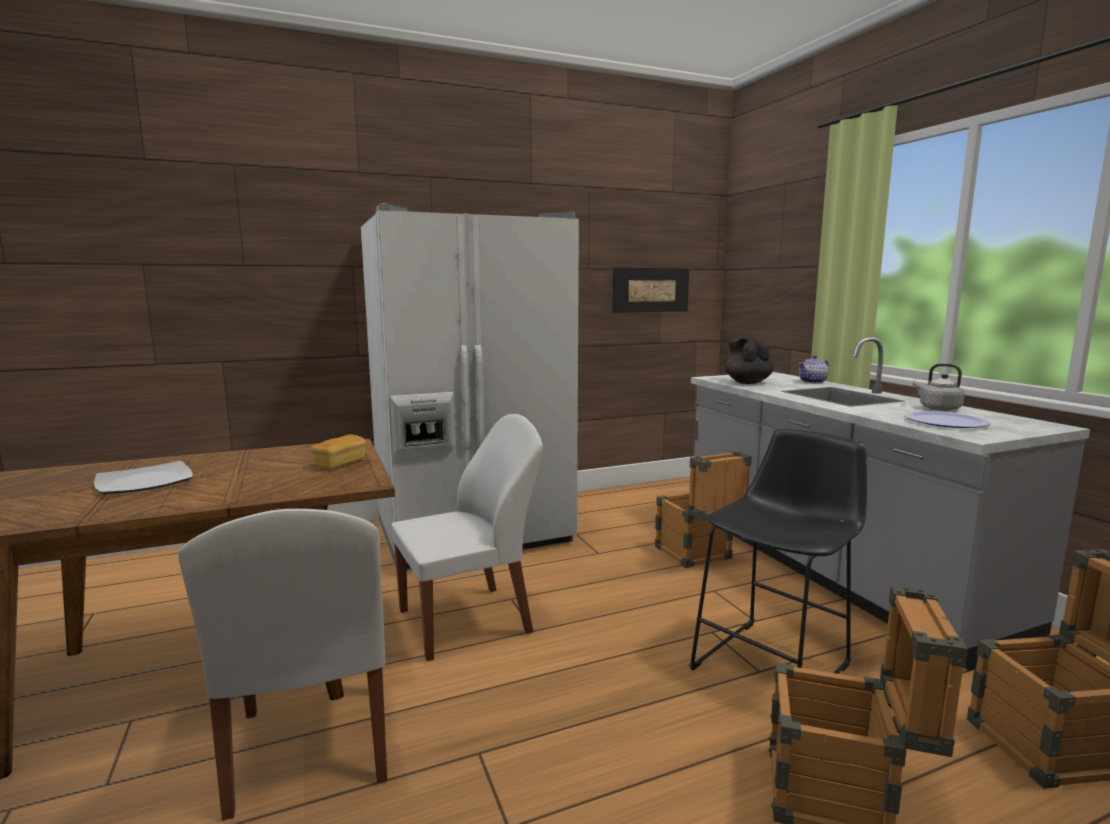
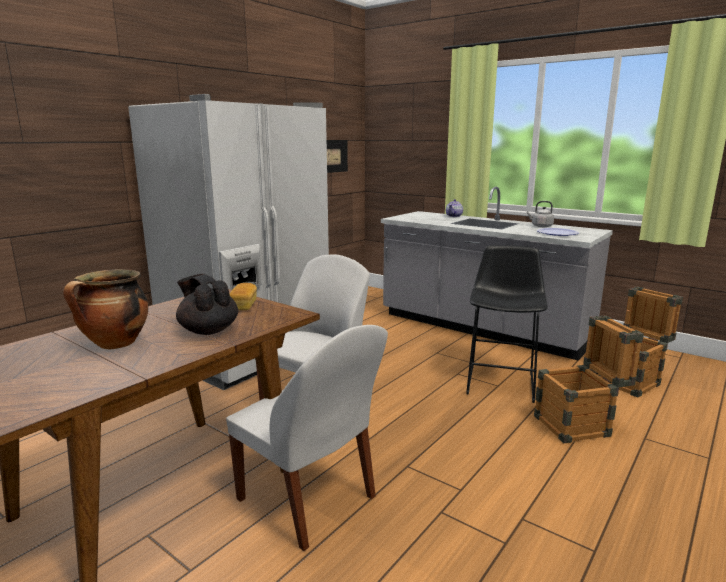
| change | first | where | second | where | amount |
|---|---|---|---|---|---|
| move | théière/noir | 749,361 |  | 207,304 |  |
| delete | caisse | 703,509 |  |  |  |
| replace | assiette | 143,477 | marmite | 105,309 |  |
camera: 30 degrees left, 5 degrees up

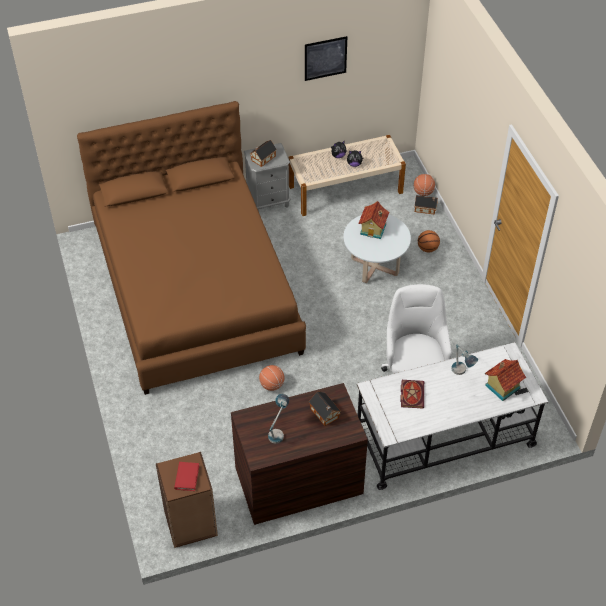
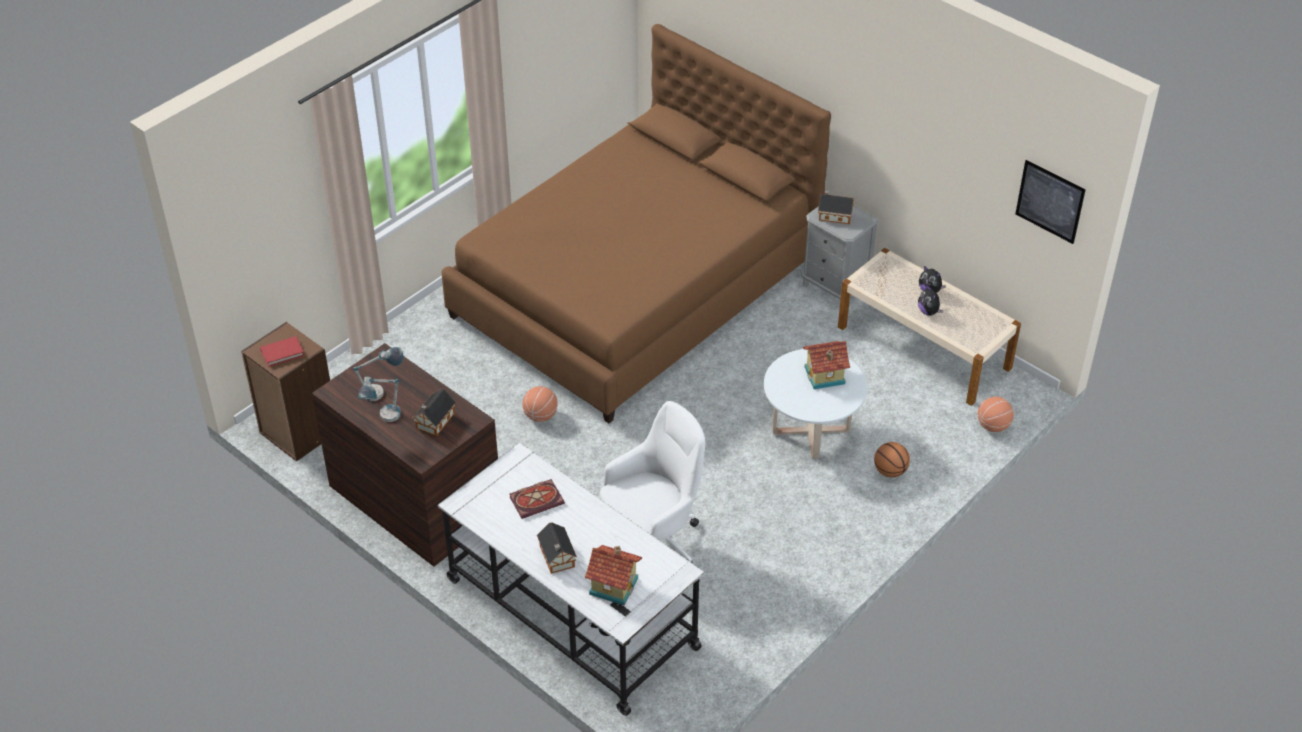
| change | first | where | second | where | amount |
|---|---|---|---|---|---|
| move | tableau | 326,58 |  | 1050,202 |  |
| move | maison miniature | 426,205 |  | 557,548 |  |
| move | lampe de table | 464,360 |  | 379,399 |  |
camera: 60 degrees right, 5 degrees down

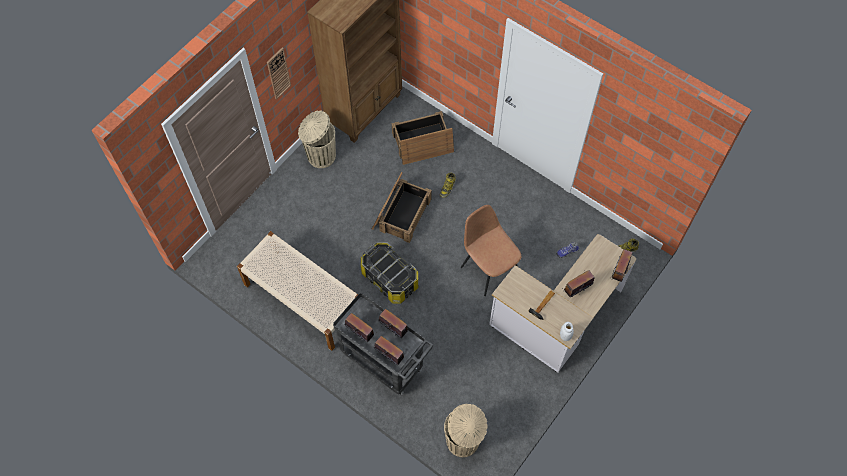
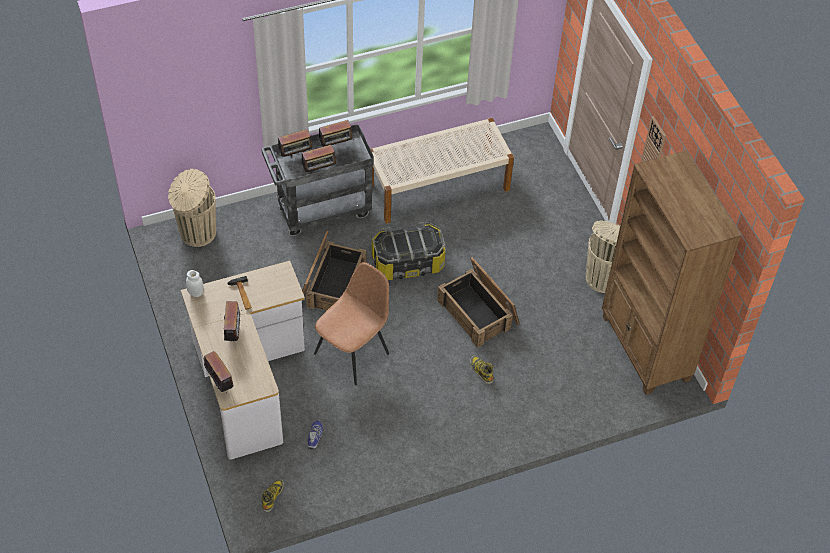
| change | first | where | second | where | amount |
|---|---|---|---|---|---|
| move | caisse | 423,138 |  | 334,271 |  |
| rotate | chaise/marron | 491,250 |  | 351,323 | 45 degrees counterclockwise |
camera: 120 degrees right, 10 degrees down

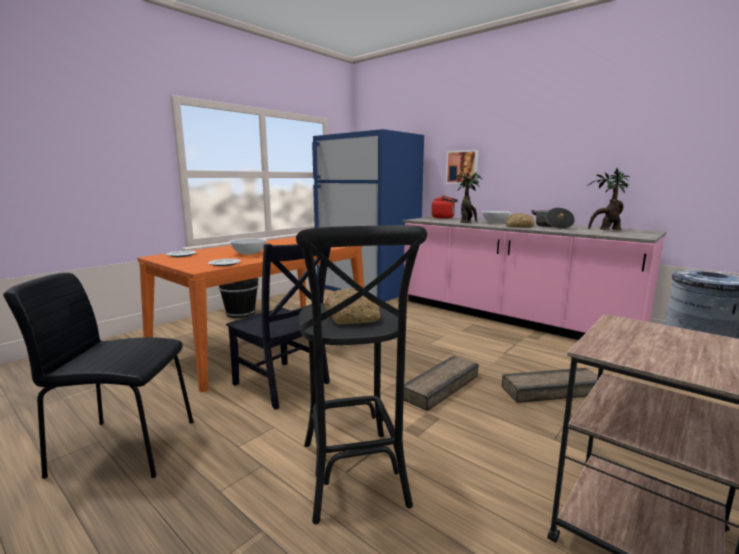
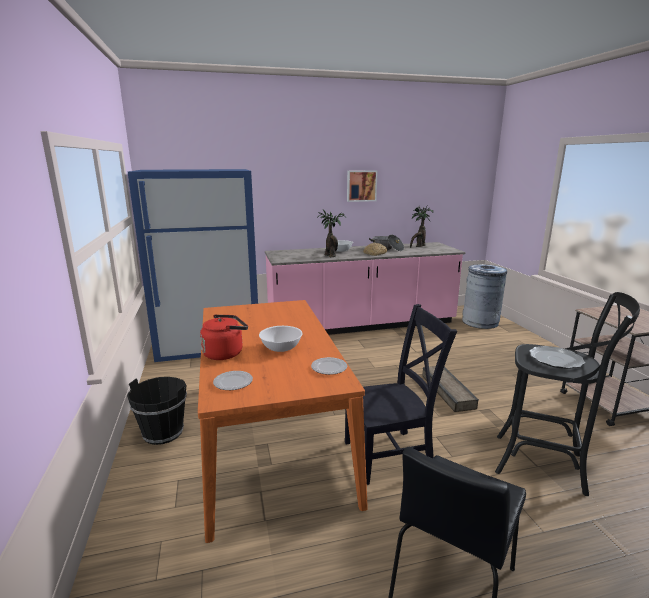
| change | first | where | second | where | amount |
|---|---|---|---|---|---|
| move | tableau | 462,167 |  | 362,186 |  |
| move | bouilloire/rouge | 445,207 |  | 224,337 |  |
| replace | pain | 352,306 | assiette | 557,357 |  |
| delete | caisse | 550,385 |  |  |  |
camera: 55 degrees left, 5 degrees up

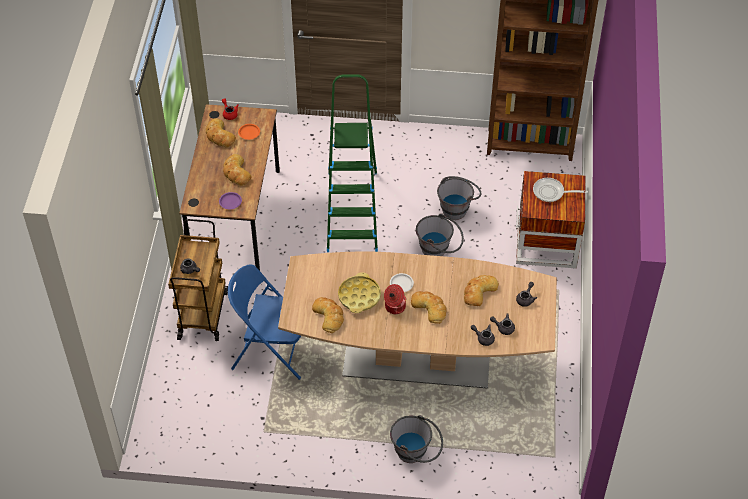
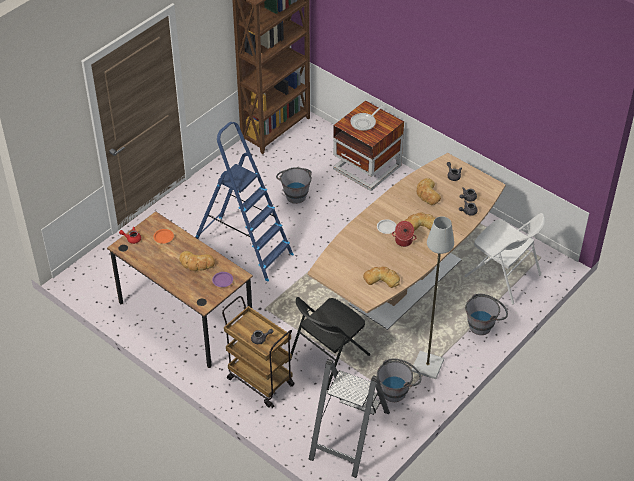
| change | first | where | second | where | amount |
|---|---|---|---|---|---|
| recolor | escabeau/vert | 352,163 | escabeau/bleu | 244,201 |  |
| delete | pain | 221,133 |  |  |  |
| move | seau/gris | 440,235 |  | 399,380 |  |
| recolor | chaise/bleu | 264,322 | chaise/noir | 330,343 |  |
| delete | plateau/jaune | 359,292 |  |  |  |
| insert |  |  | chaise/blanc | 504,259 |  |
| insert |  |  | lampadaire/gris | 433,297 |  |
| insert |  |  | escabeau/gris | 349,418 |  |
camera: 55 degrees left, 5 degrees down

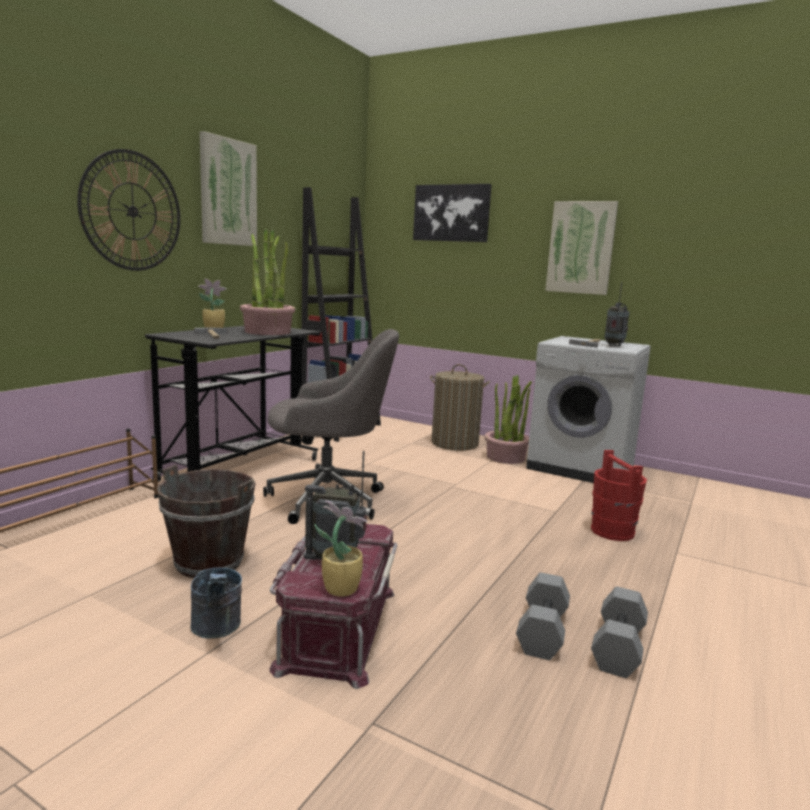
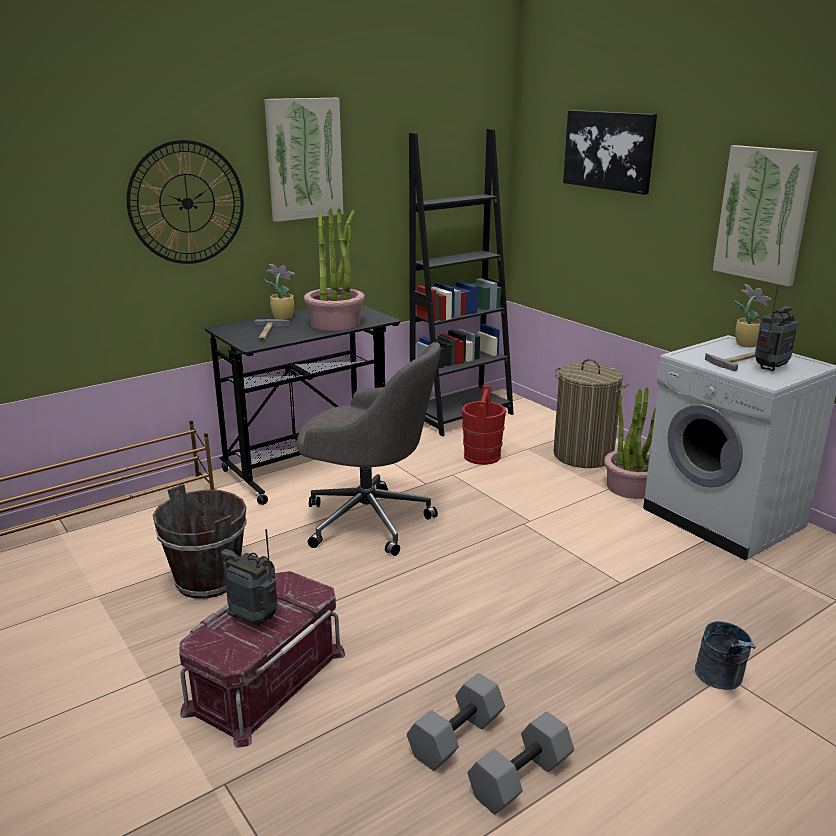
| change | first | where | second | where | amount |
|---|---|---|---|---|---|
| move | seau/rouge | 619,495 |  | 484,425 |  |
| move | plante en pot | 341,548 |  | 753,315 |  |
| move | seau/gris | 216,603 |  | 725,655 |  |
camera: 25 degrees right, 10 degrees up

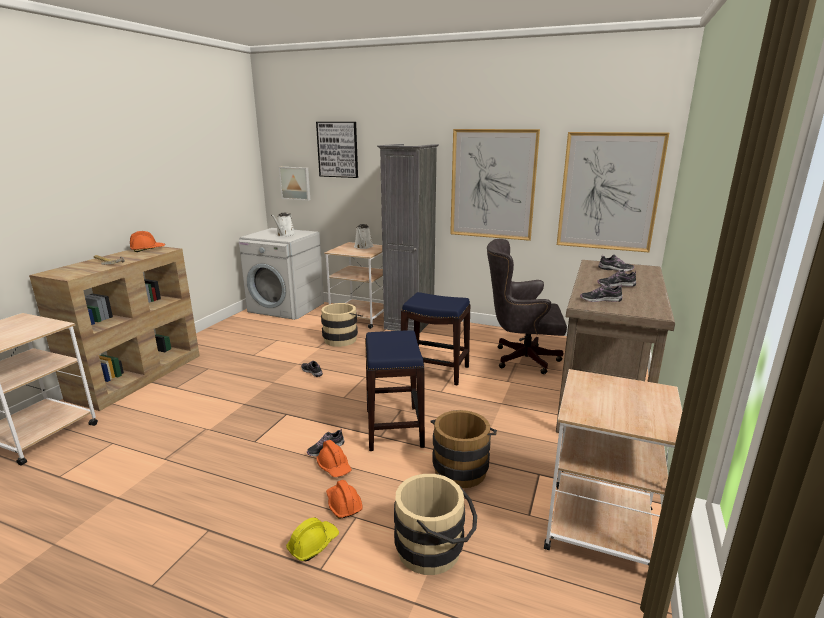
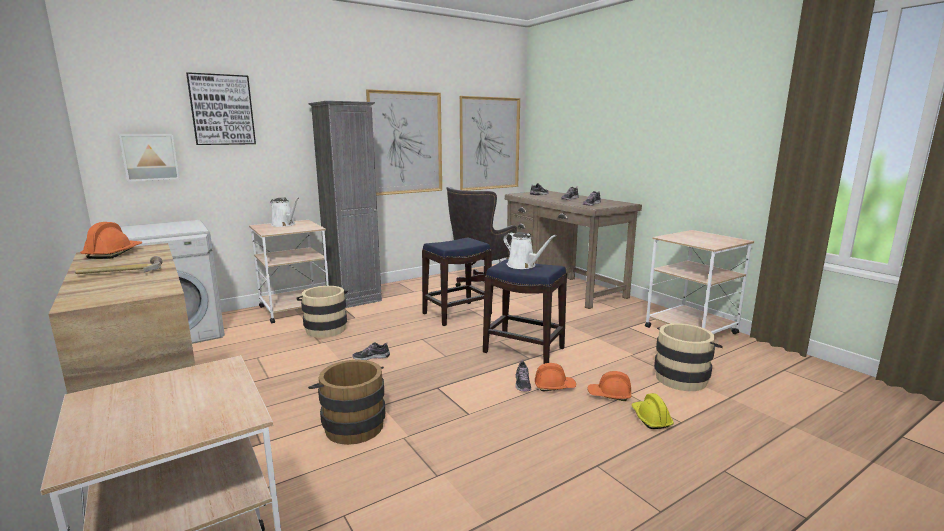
| change | first | where | second | where | amount |
|---|---|---|---|---|---|
| move | arrosoir/blanc | 283,225 |  | 530,250 |  |
| move | seau/marron | 463,449 |  | 346,402 |  |
camera: 55 degrees left, 5 degrees down

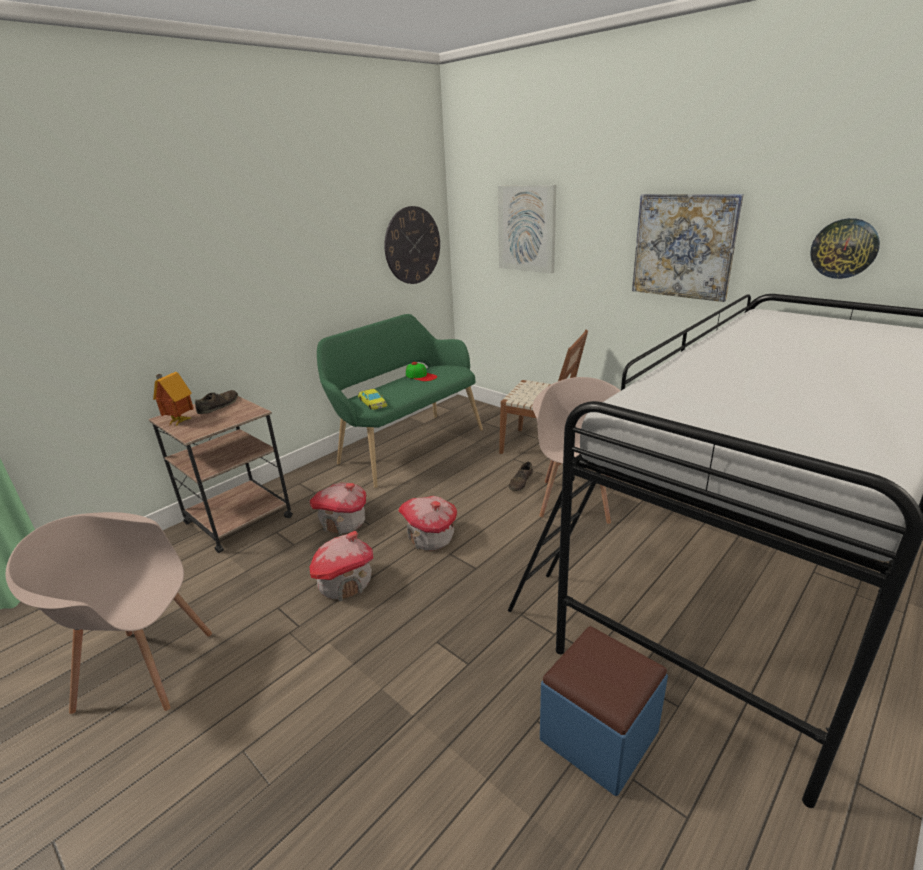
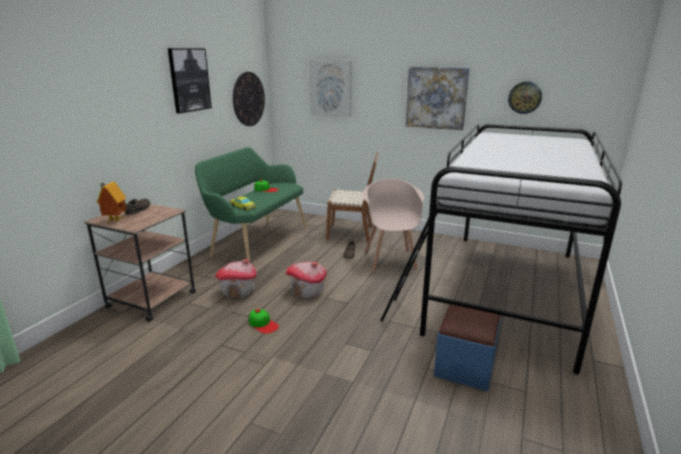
| change | first | where | second | where | amount |
|---|---|---|---|---|---|
| delete | chaise/beige | 108,613 |  |  |  |
| replace | maison miniature | 341,566 | casquette | 264,321 |  |
| insert |  |  | tableau | 190,80 |  |
camera: 20 degrees left, 5 degrees down

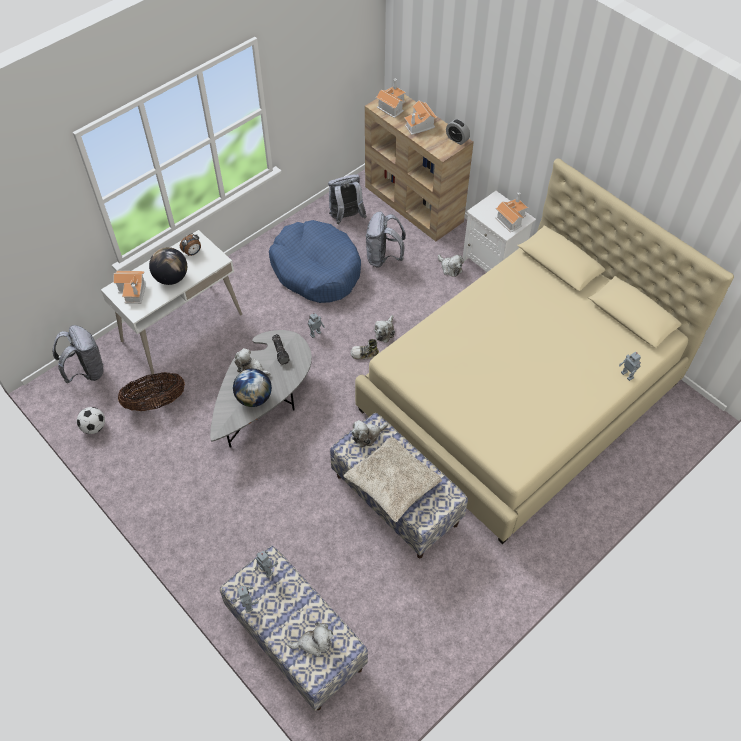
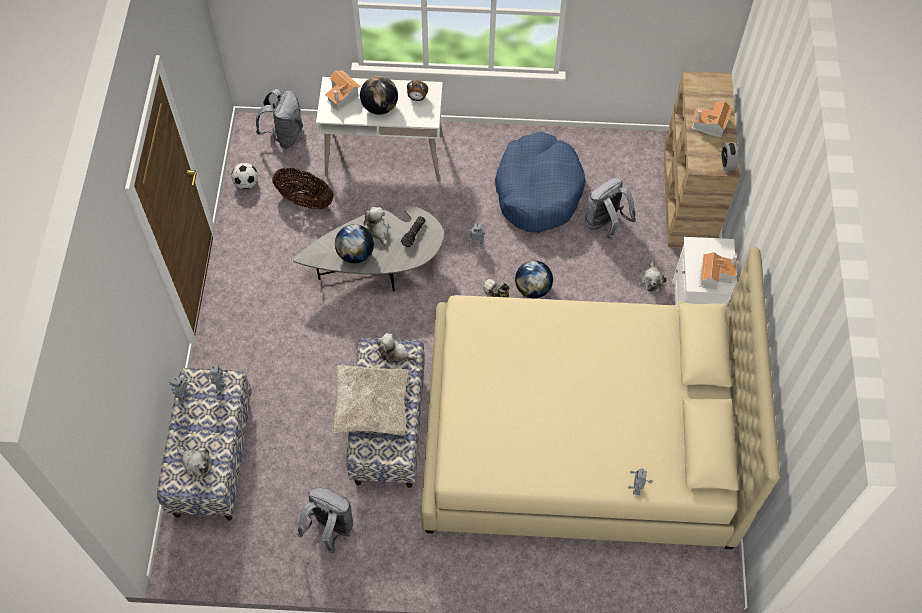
| change | first | where | second | where | amount |
|---|---|---|---|---|---|
| delete | maison miniature | 391,98 |  |  |  |
| move | sac à dos/gris | 347,199 |  | 325,521 |  |
| replace | peluche | 384,329 | globe | 534,279 |  |
camera: 45 degrees right, 5 degrees up

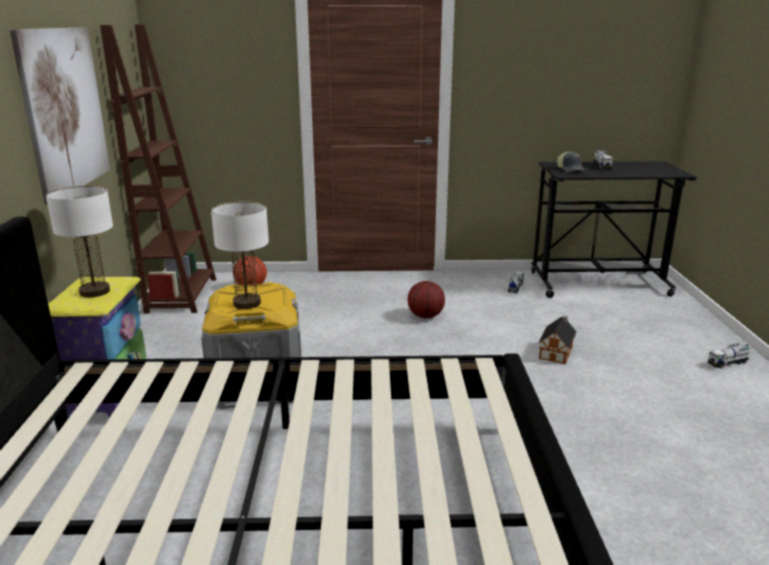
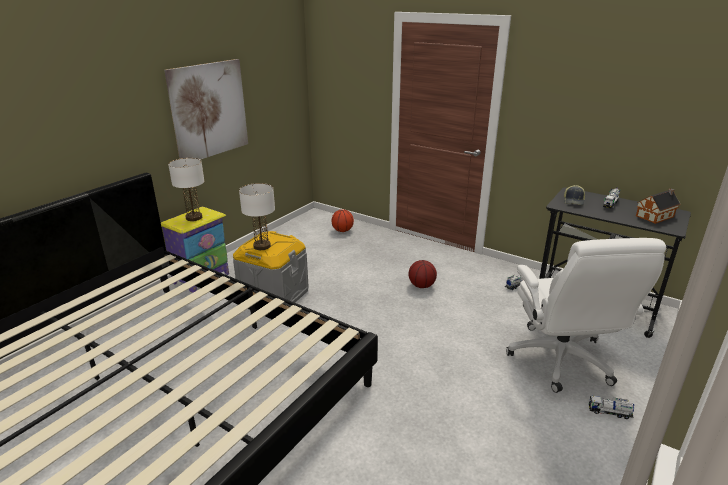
| change | first | where | second | where | amount |
|---|---|---|---|---|---|
| delete | bibliothèque/marron | 158,168 |  |  |  |
| move | maison miniature | 557,340 |  | 658,206 |  |
| insert |  |  | chaise de bureau/blanc | 586,315 |  |
camera: 35 degrees right, 5 degrees up

